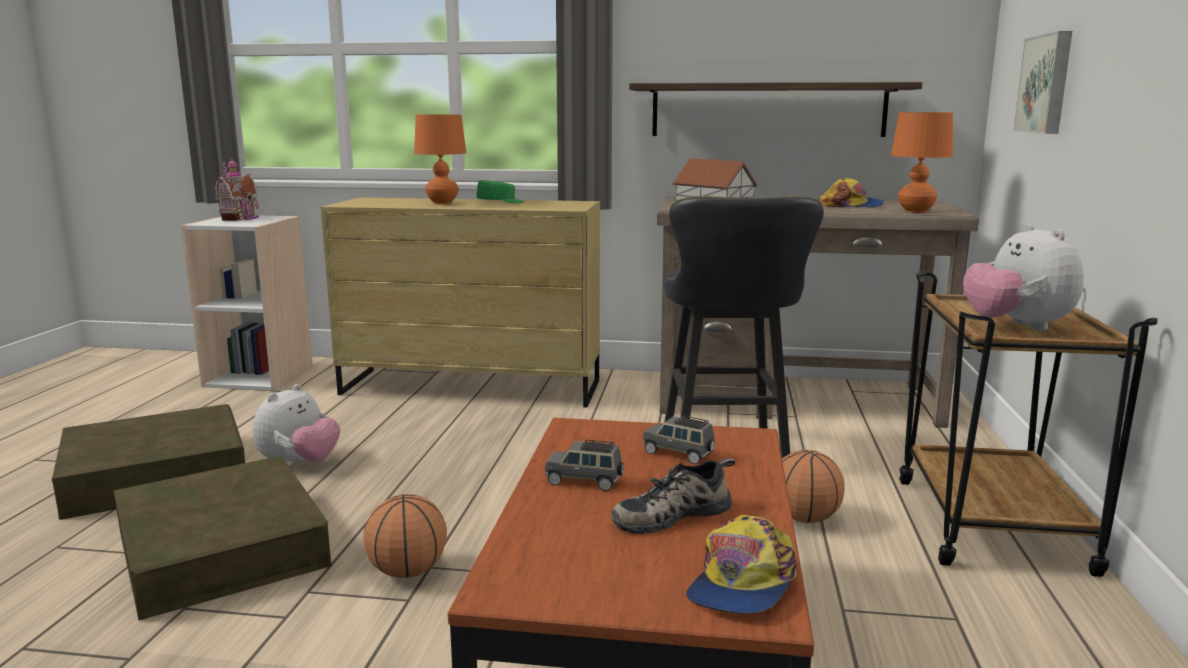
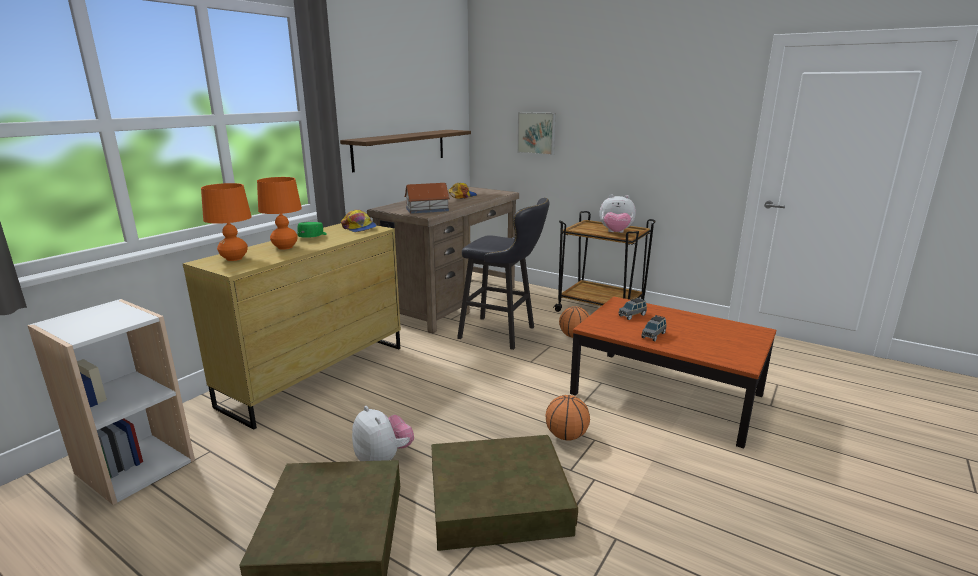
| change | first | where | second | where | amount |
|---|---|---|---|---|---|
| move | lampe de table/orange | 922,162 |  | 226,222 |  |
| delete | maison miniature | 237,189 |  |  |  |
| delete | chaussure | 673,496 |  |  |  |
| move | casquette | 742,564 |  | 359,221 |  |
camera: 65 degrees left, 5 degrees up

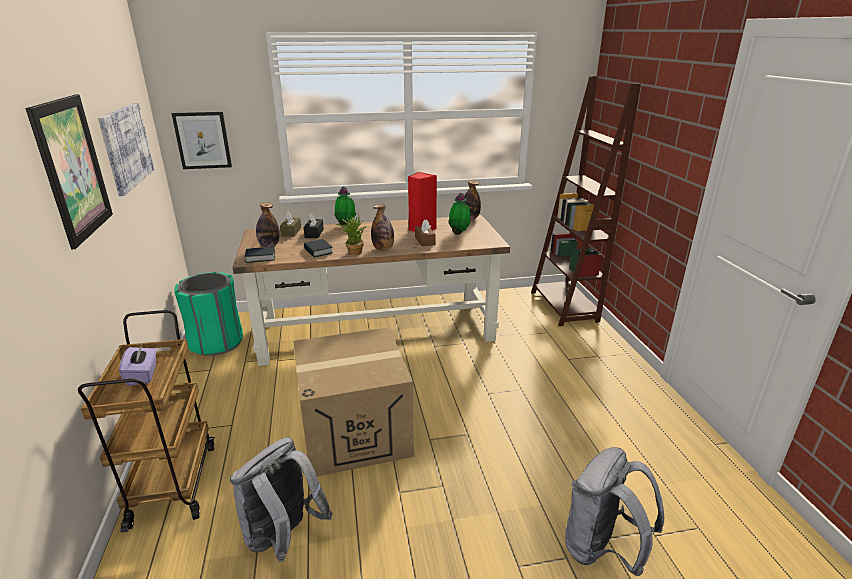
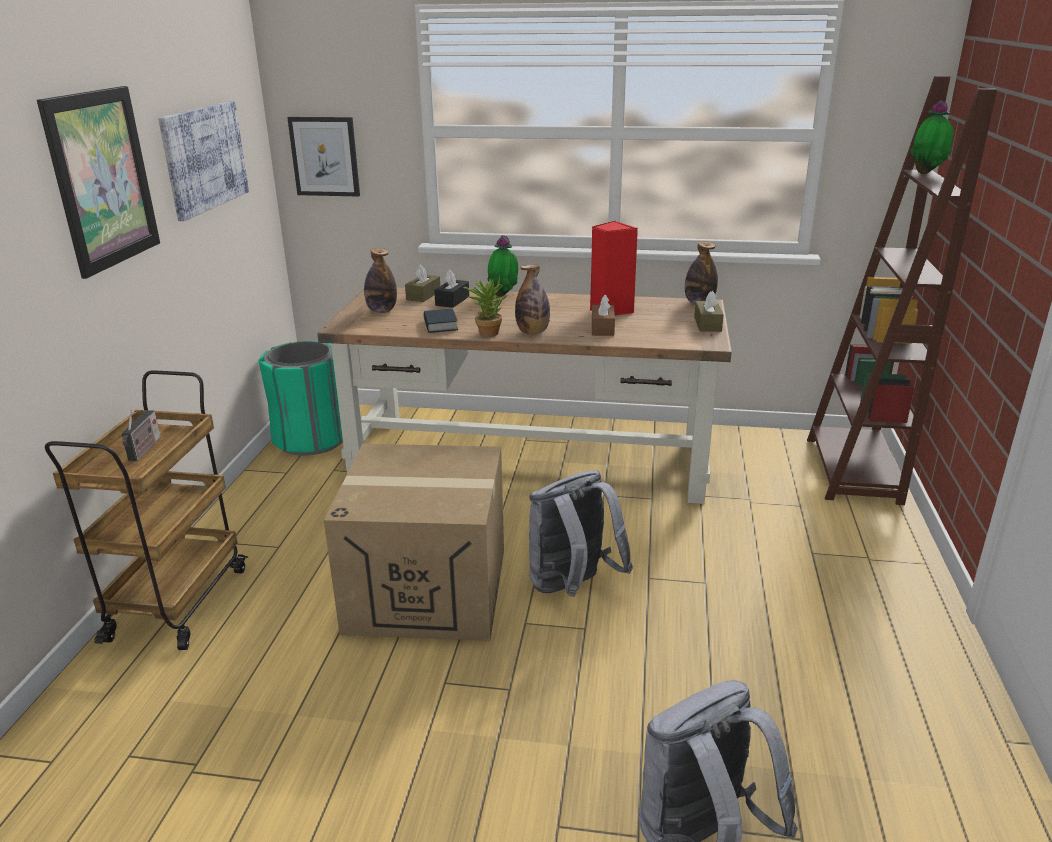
| change | first | where | second | where | amount |
|---|---|---|---|---|---|
| move | plante en pot | 459,214 |  | 932,137 |  |
| delete | livre | 260,255 |  |  |  |
| replace | boîte à mouchoirs/violet | 138,364 | radio | 141,435 |  |
| move | sac à dos/gris | 281,499 |  | 581,533 |  |
| insert |  |  | boîte à mouchoirs/marron | 709,311 |  |
camera: 20 degrees right, 0 degrees up

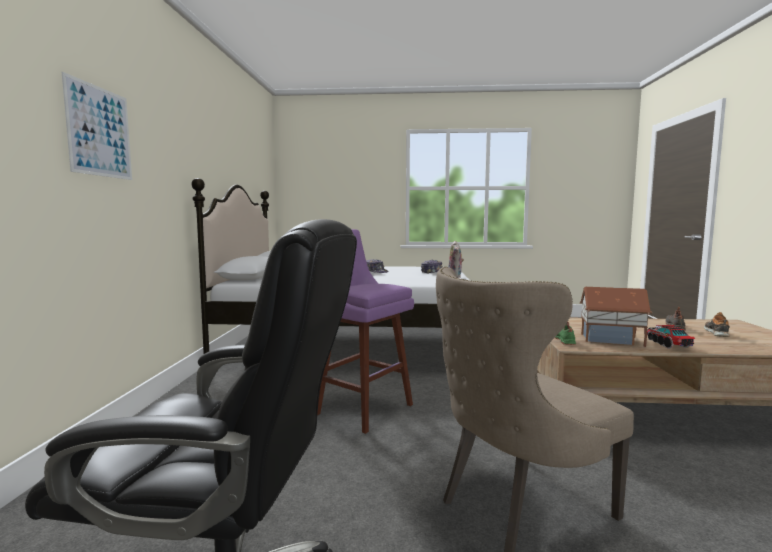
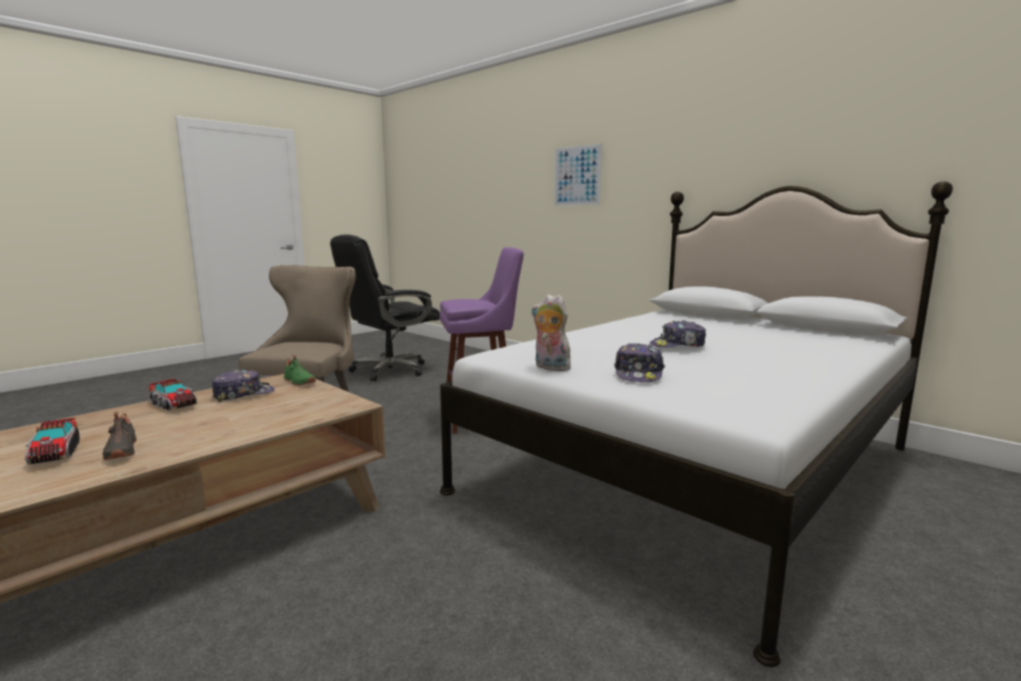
| change | first | where | second | where | amount |
|---|---|---|---|---|---|
| replace | maison miniature | 616,317 | casquette | 243,385 |  |
| replace | chaussure | 717,324 | camion jouet | 52,441 |  |
camera: 130 degrees right, 5 degrees up

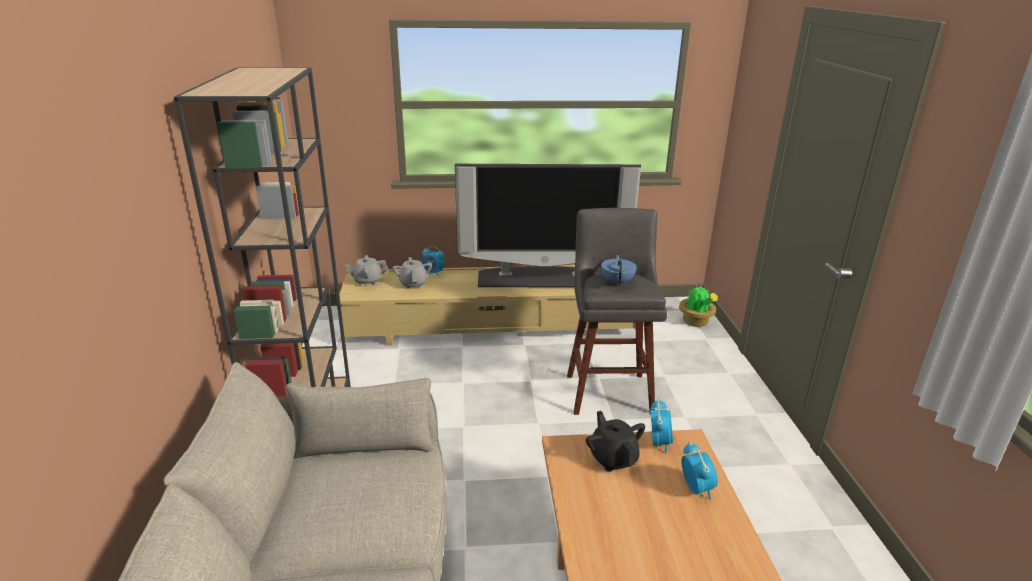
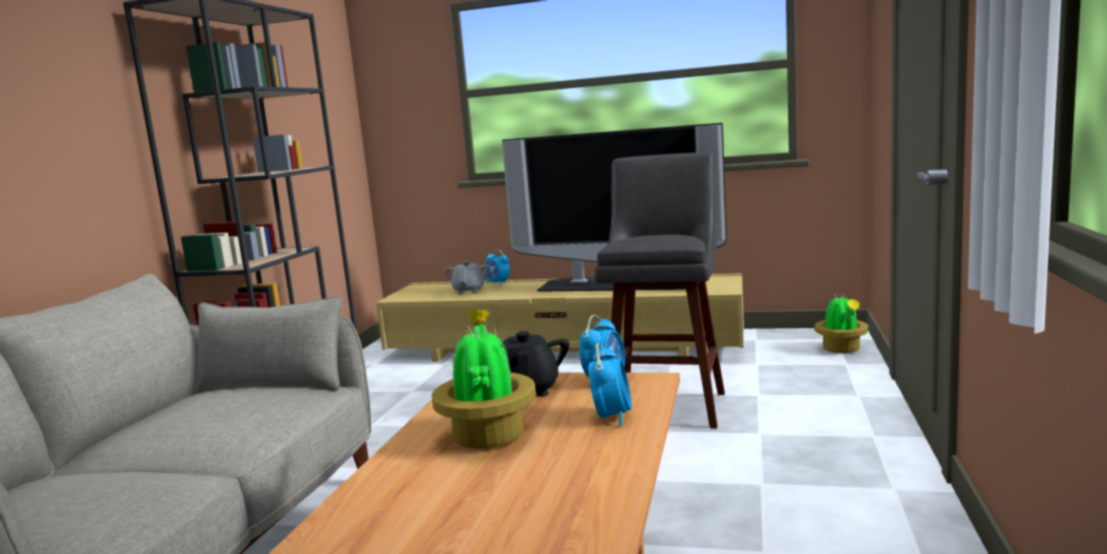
| change | first | where | second | where | amount |
|---|---|---|---|---|---|
| delete | théière/gris | 366,270 |  |  |  |
| delete | théière/bleu | 619,270 |  |  |  |
| insert |  |  | plante en pot | 484,379 |  |
camera: 20 degrees right, 15 degrees down

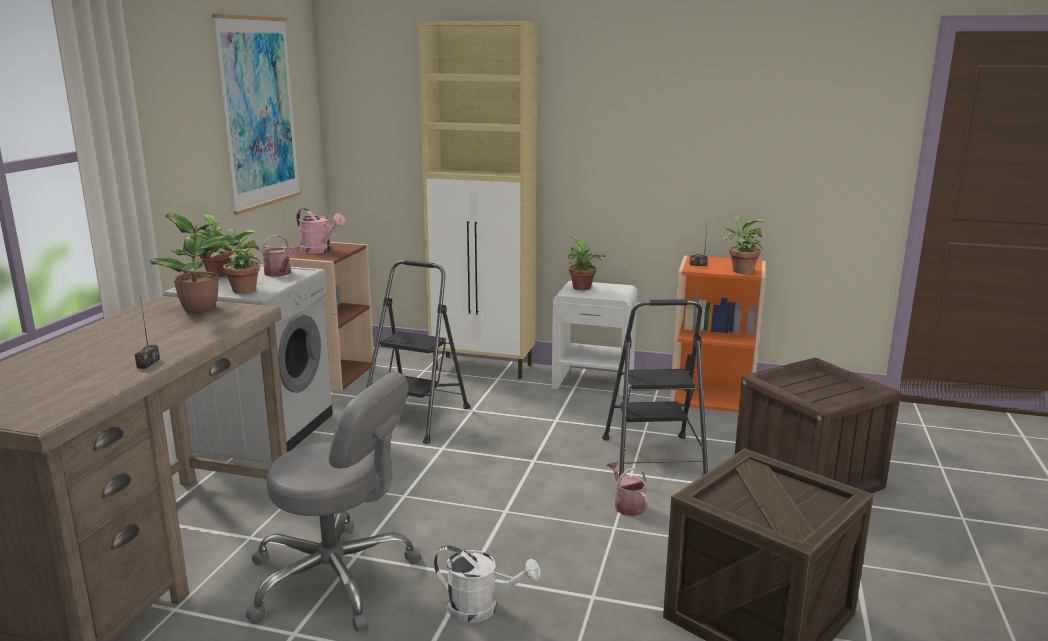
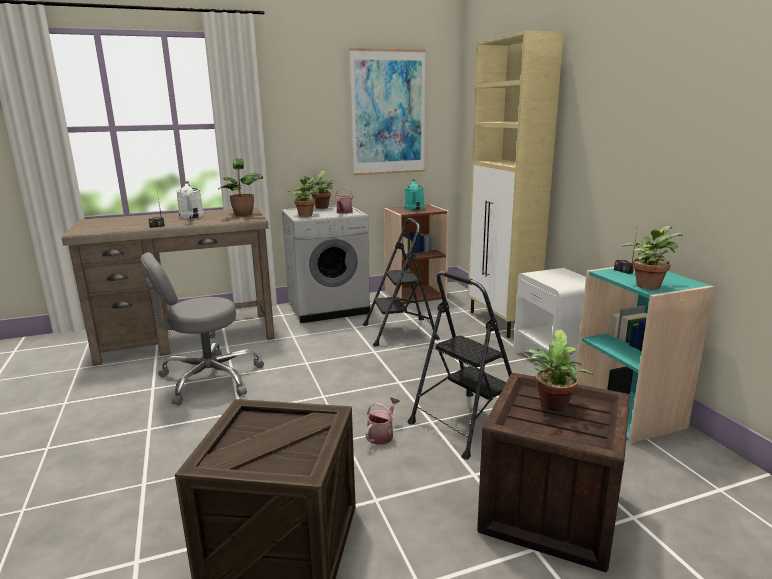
| change | first | where | second | where | amount |
|---|---|---|---|---|---|
| recolor | arrosoir/rose | 321,231 | arrosoir/turquoise | 414,195 |  |
| move | plante en pot | 586,263 |  | 559,370 |  |
| recolor | bibliothèque/orange | 718,333 | bibliothèque/turquoise | 645,355 |  |
| rotate | chaise de bureau/gris | 334,502 |  | 202,329 | 75 degrees clockwise |
| move | arrosoir/blanc | 487,584 |  | 190,199 |  |
camera: 55 degrees right, 0 degrees up

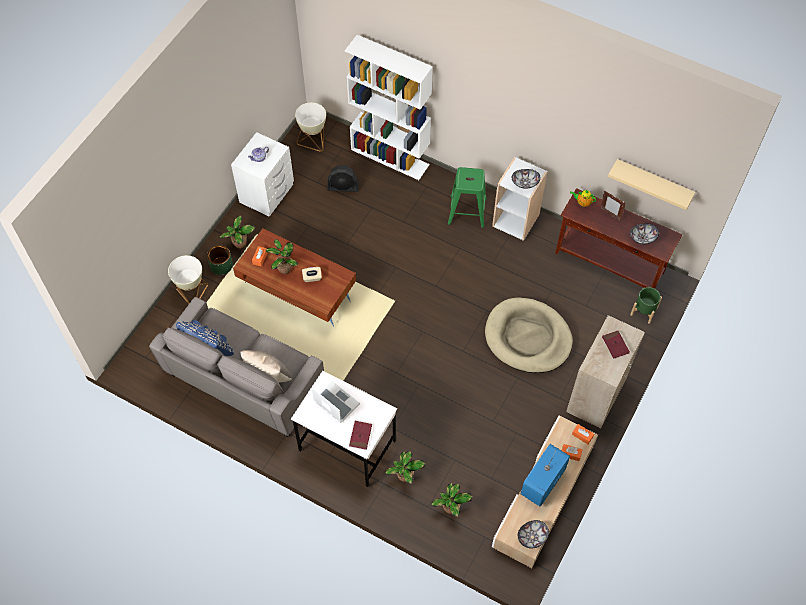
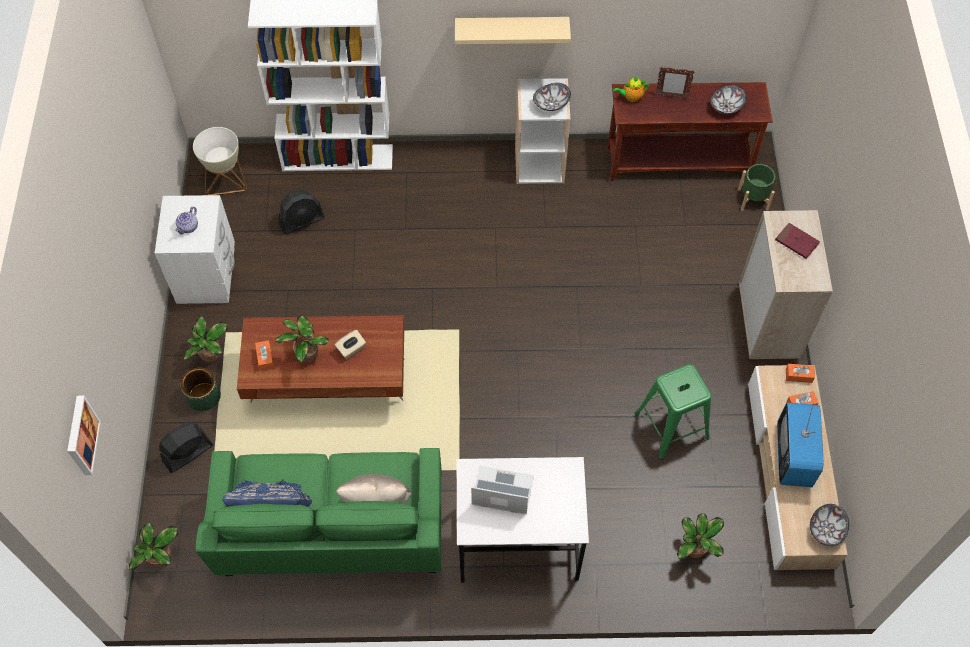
| change | first | where | second | where | amount |
|---|---|---|---|---|---|
| move | étagère/beige | 651,184 |  | 513,30 |  |
| move | tabouret/vert | 467,197 |  | 673,411 |  |
| replace | cache-pot | 188,279 | ventilateur/noir | 186,447 |  |
| recolor | canapé/gris | 236,367 | canapé/vert | 318,512 |  |
| delete | panier pour chien/beige | 529,335 |  |  |  |
| delete | livre/rouge | 360,435 |  |  |  |
| move | plante en pot | 405,467 |  | 153,546 |  |
| insert |  |  | tableau | 84,435 |  |
camera: 30 degrees left, 0 degrees up

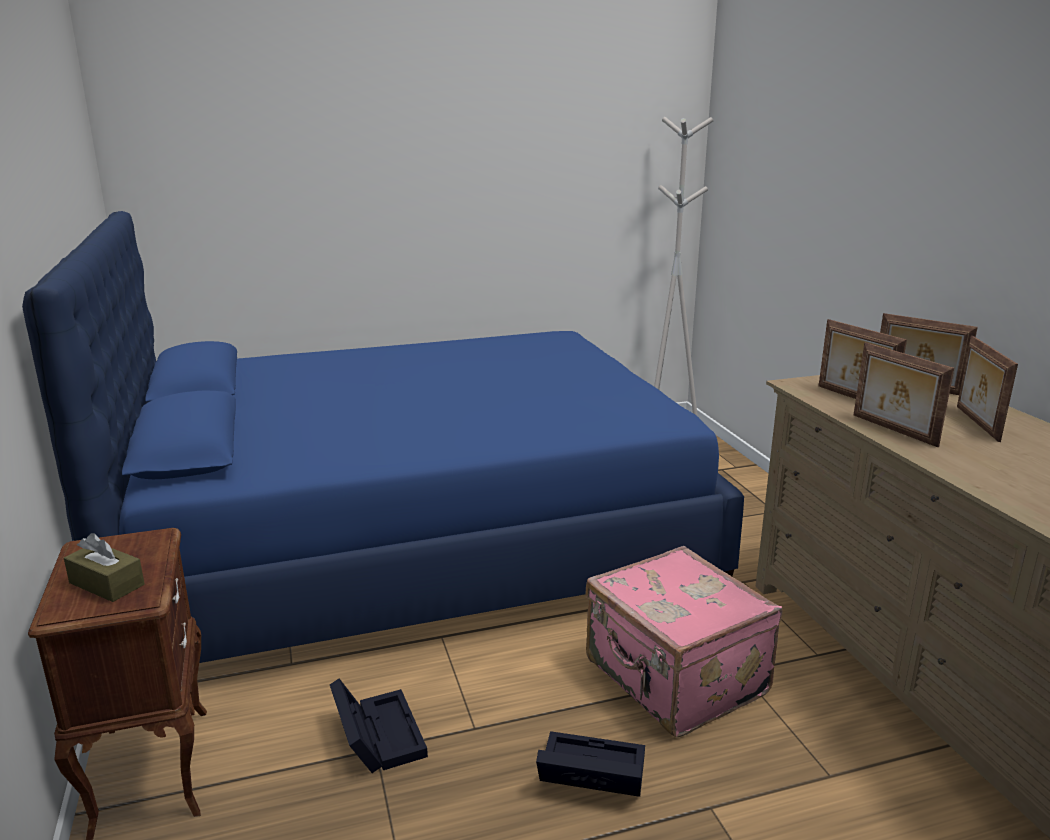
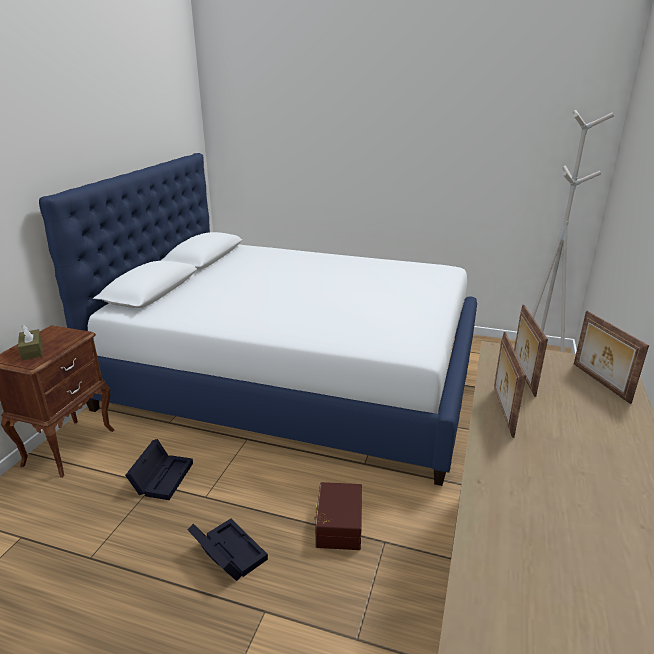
| change | first | where | second | where | amount |
|---|---|---|---|---|---|
| recolor | lit/bleu | 383,437 | lit/blanc | 258,319 |  |
| delete | cadre photo | 987,389 |  |  |  |
| replace | valise/rose | 683,641 | boîte de rangement/marron | 338,516 |  |
camera: 35 degrees right, 5 degrees up

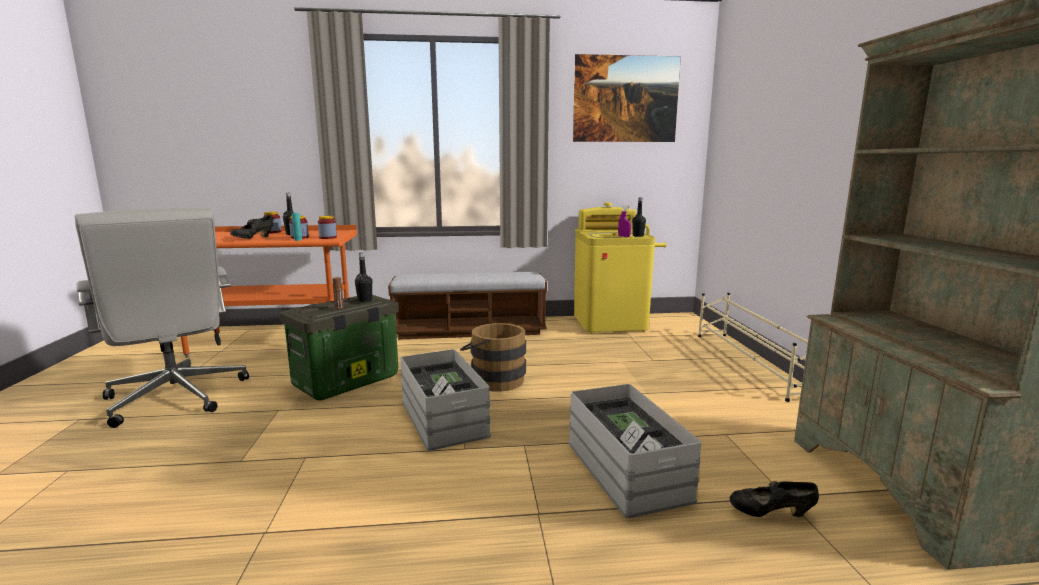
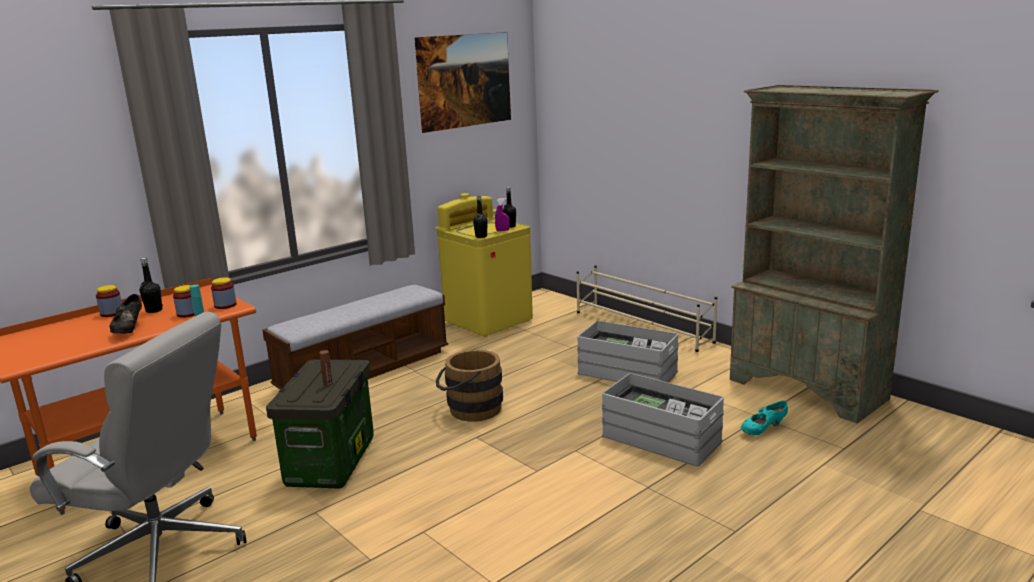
| change | first | where | second | where | amount |
|---|---|---|---|---|---|
| move | bouteille/noir | 363,277 |  | 480,217 |  |
| move | boîte de rangement/gris | 445,400 |  | 627,352 |  |
| recolor | chaussure/noir | 774,499 | chaussure/turquoise | 764,418 |  |
camera: 35 degrees left, 5 degrees up

